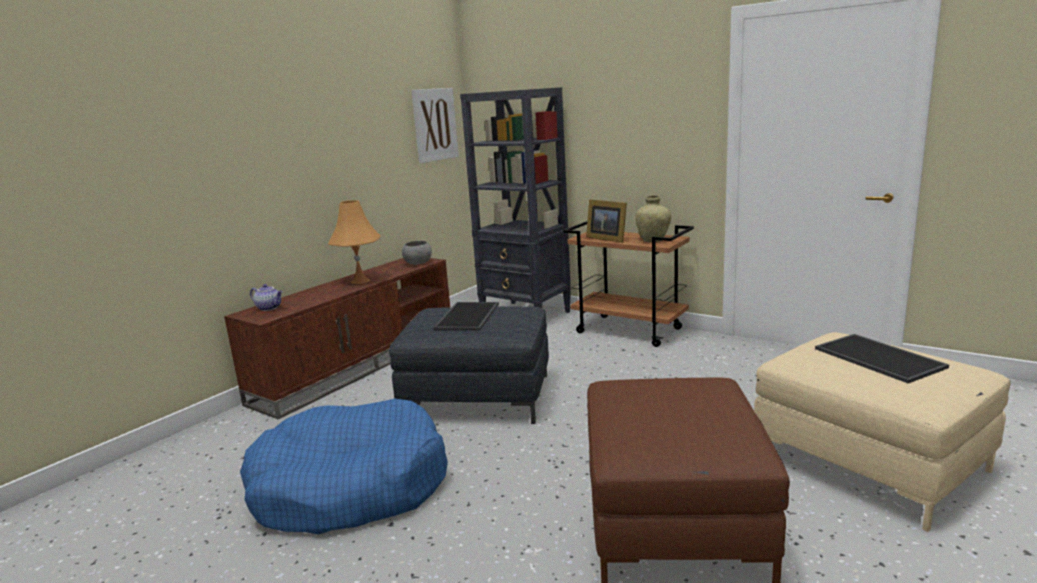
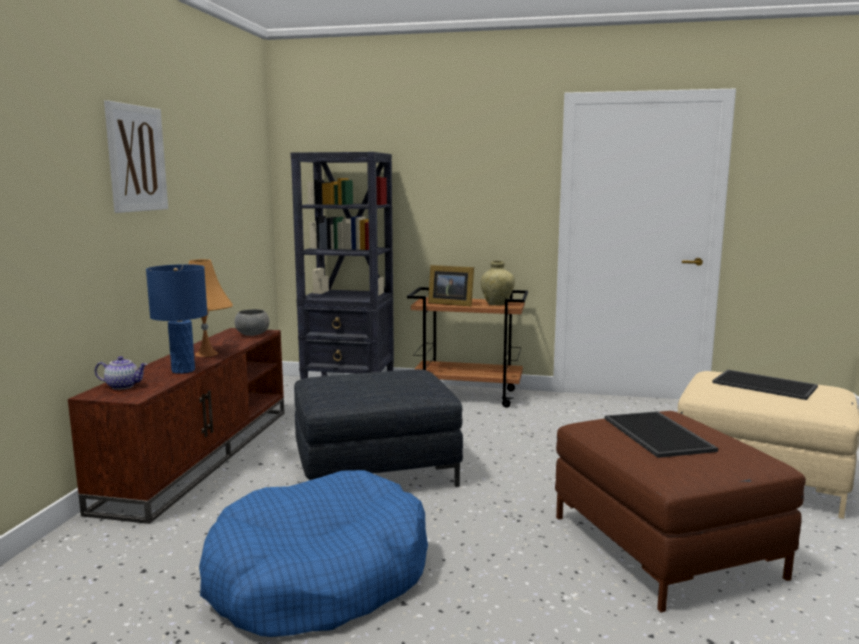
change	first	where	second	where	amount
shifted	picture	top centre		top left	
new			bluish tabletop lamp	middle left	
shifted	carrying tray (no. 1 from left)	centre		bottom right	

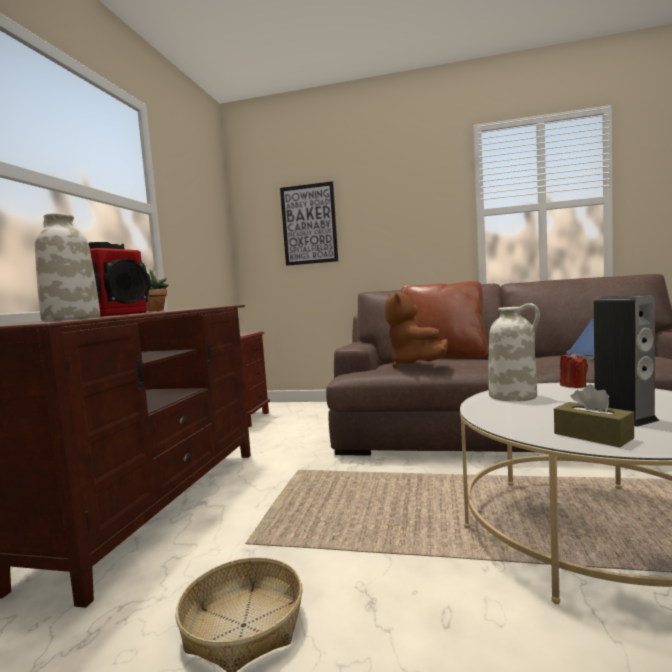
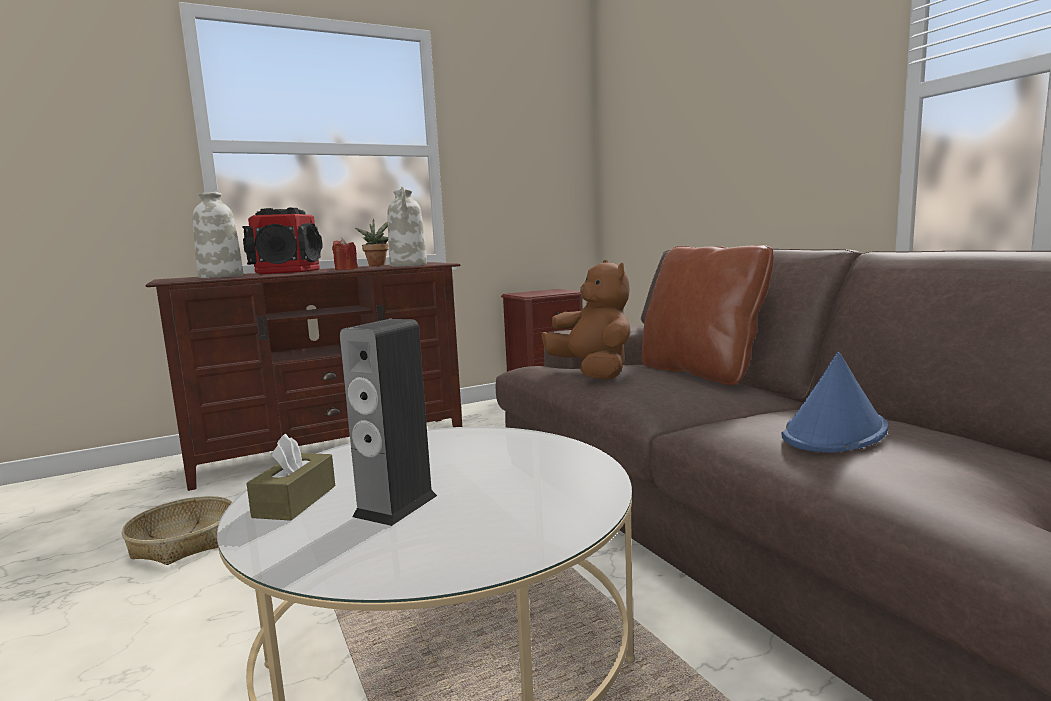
change	first	where	second	where	amount
shifted	reddish wax light	middle right		middle left	
shifted	white-coloured decorative vase (no. 2 from left)	middle right		top centre	
rotated	brown soft toy	centre		centre	120 degrees clockwise
gone	picture	top centre			

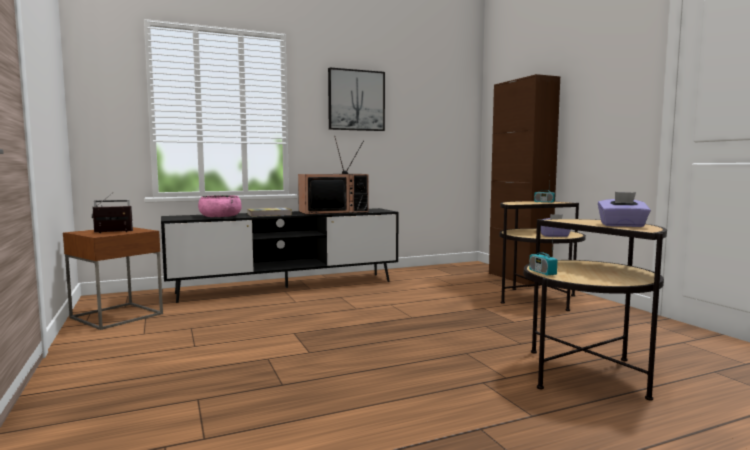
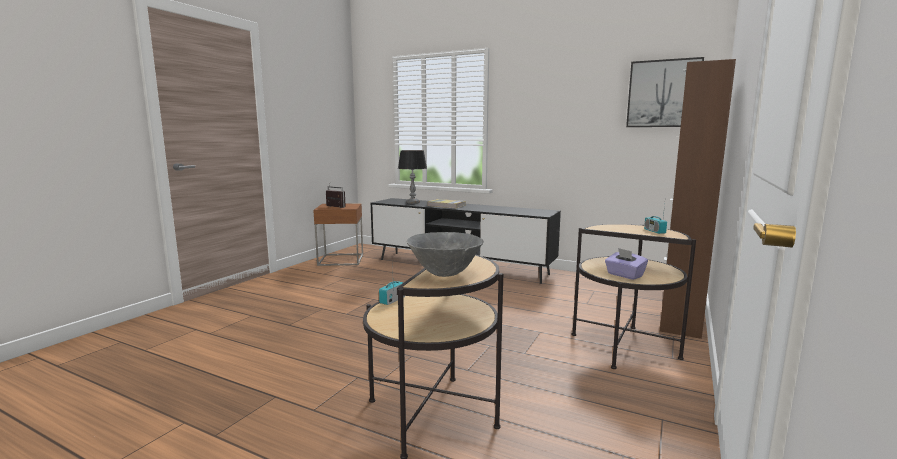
change	first	where	second	where	amount
swapped	pinkish deep dish	middle left	tabletop lamp	centre	
swapped	purple box of tissues (no. 2 from left)	middle right	greyish deep dish	centre	
shifted	picture	top centre		top right	
gone	television	centre			

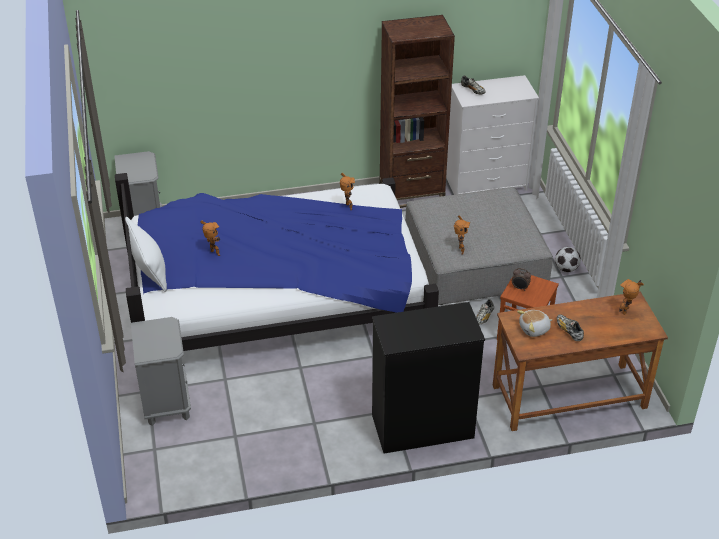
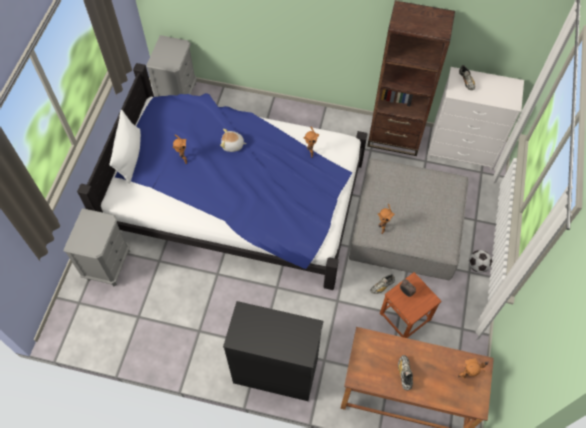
change	first	where	second	where	amount
shifted	soft toy	middle right		top centre	

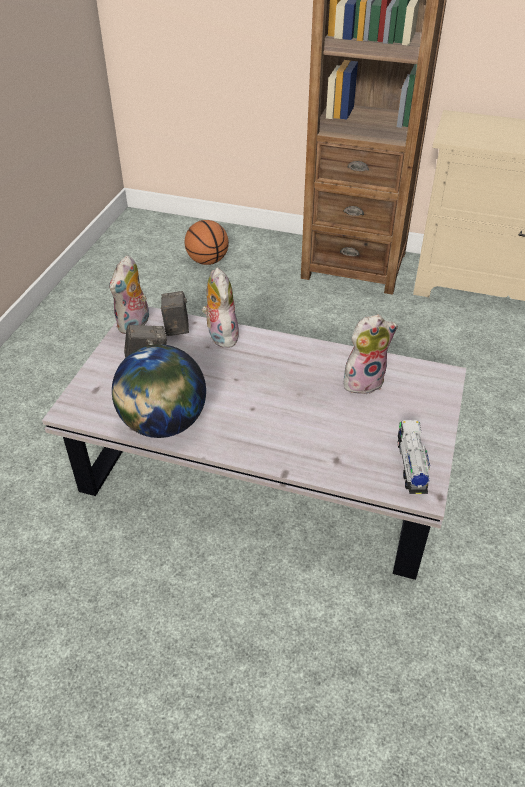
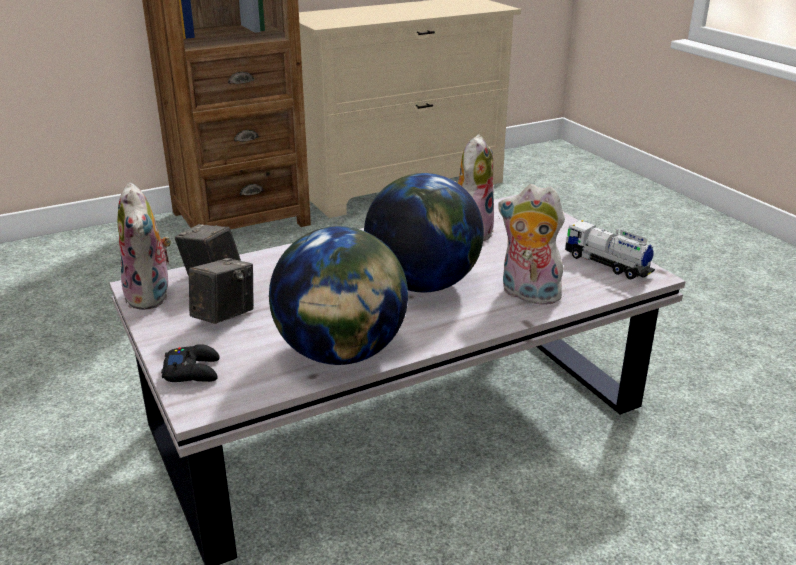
change	first	where	second	where	amount
new			black-coloured joypad	middle left	
new			world globe (no. 2 from left)	centre	
shifted	soft toy (no. 2 from left in the first image)	centre	soft toy (no. 3 from left)	middle right	
gone	basketball	top centre			

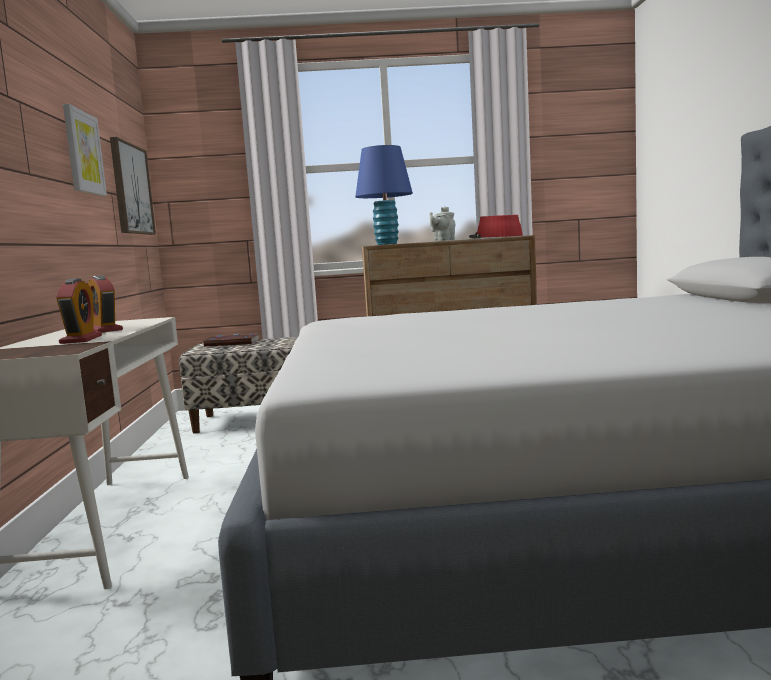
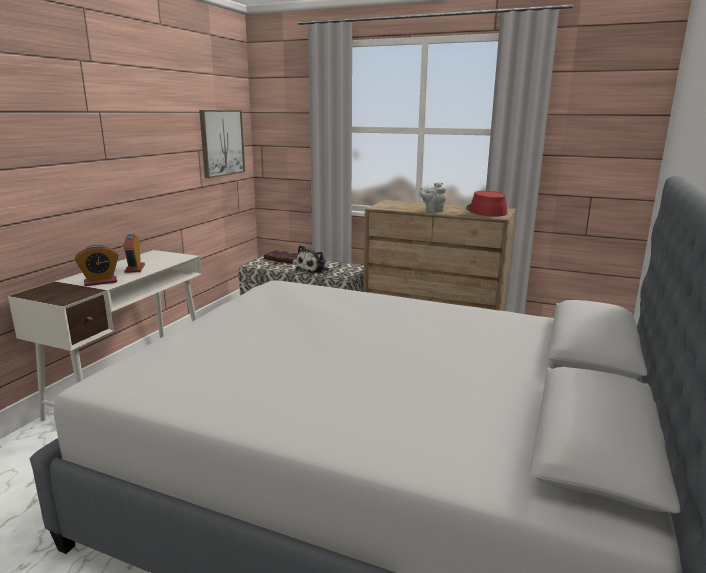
change	first	where	second	where	amount
rotated	bedside clock (no. 1 from left)	middle left		middle left	45 degrees clockwise
new			soft toy	centre	
gone	picture (no. 1 from left)	top left			
gone	bluish tabletop lamp	top centre			

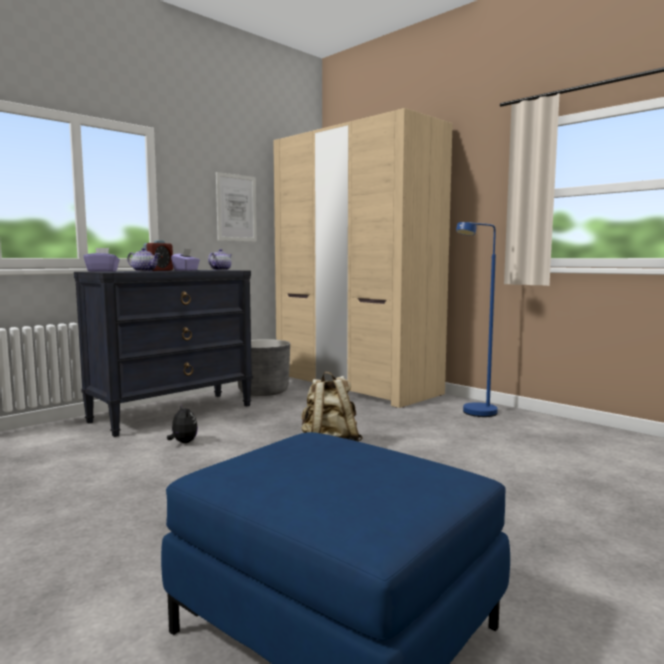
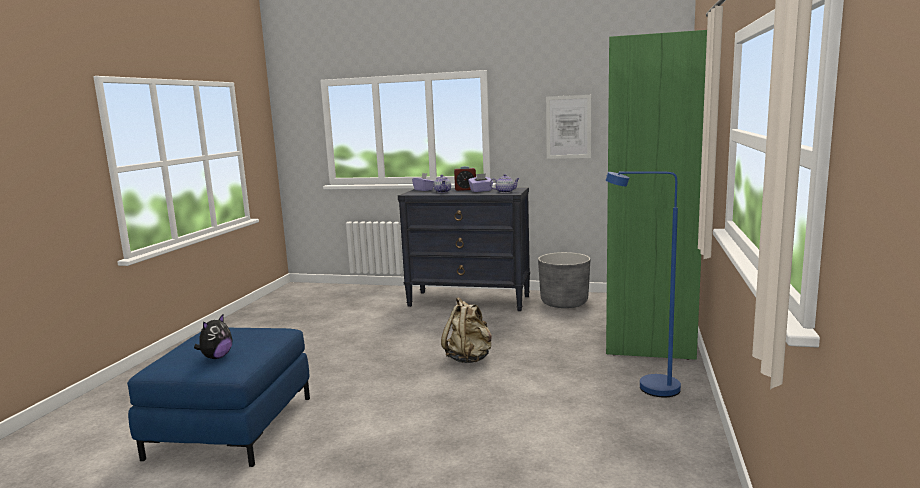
change	first	where	second	where	amount
shifted	soft toy	middle left		bottom left	
repainted	sand-coloured wardrobe	centre	greenish wardrobe	middle right	

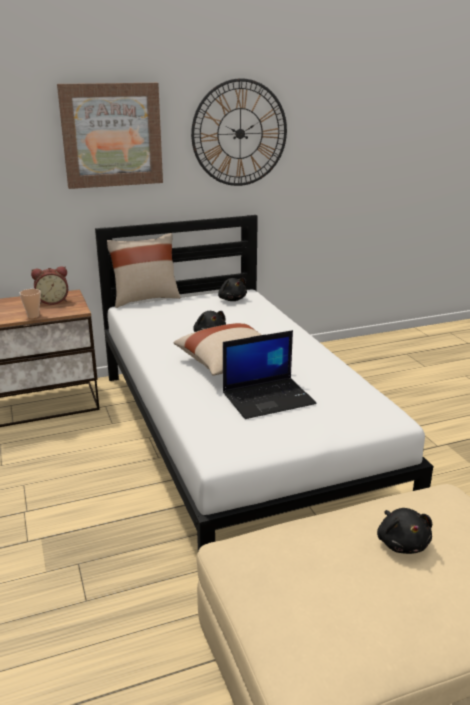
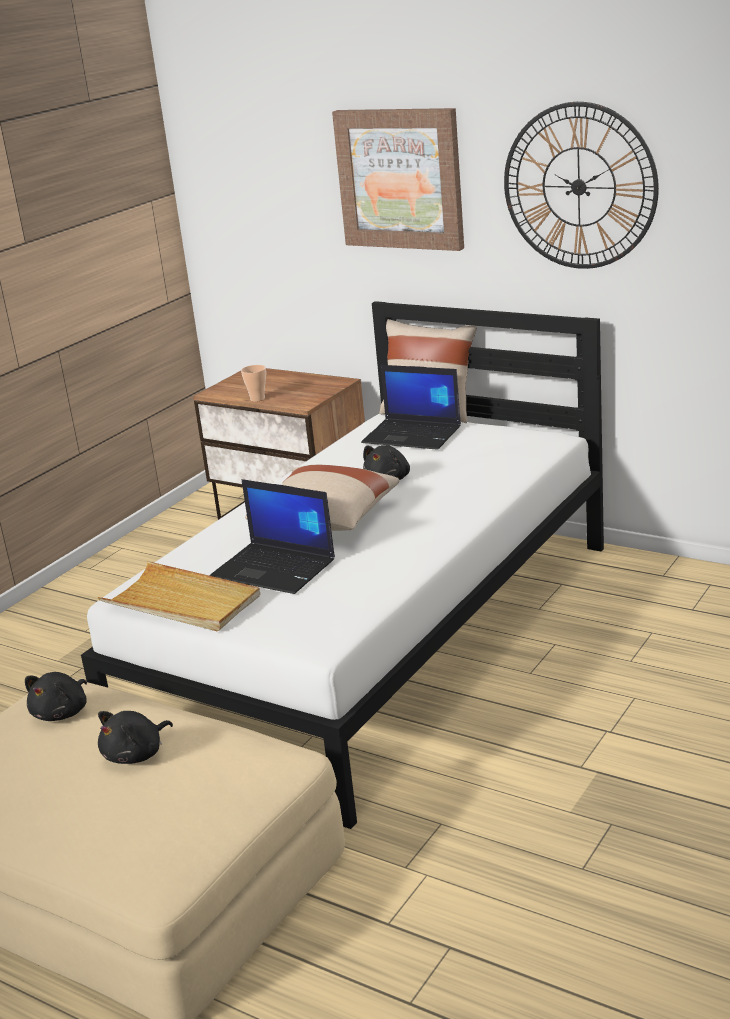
change	first	where	second	where	amount
shifted	black-coloured soft toy (no. 2 from left in the first image)	centre	black-coloured soft toy (no. 1 from left)	bottom left	
new			sand-coloured carrying tray	middle left	
new			portable computer (no. 2 from left)	centre	
gone	bedside clock	middle left			

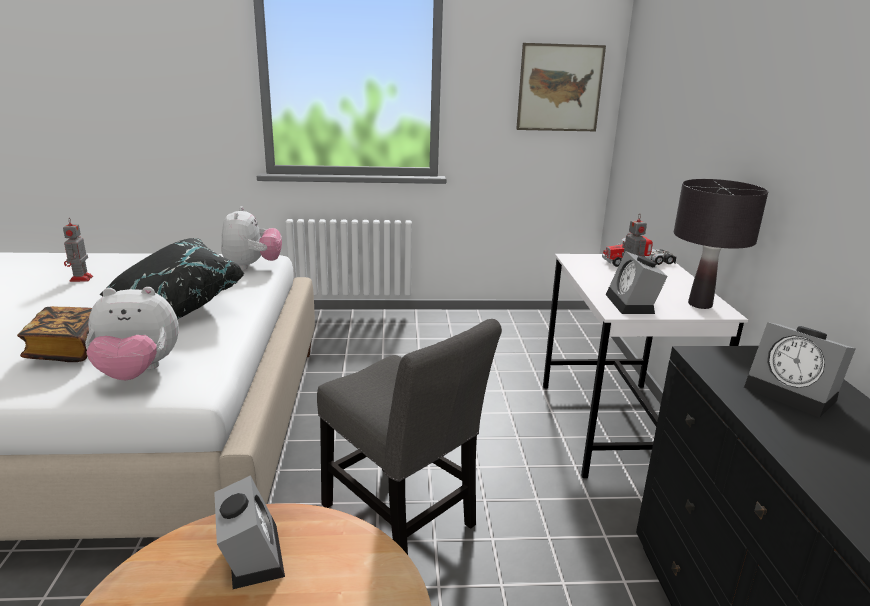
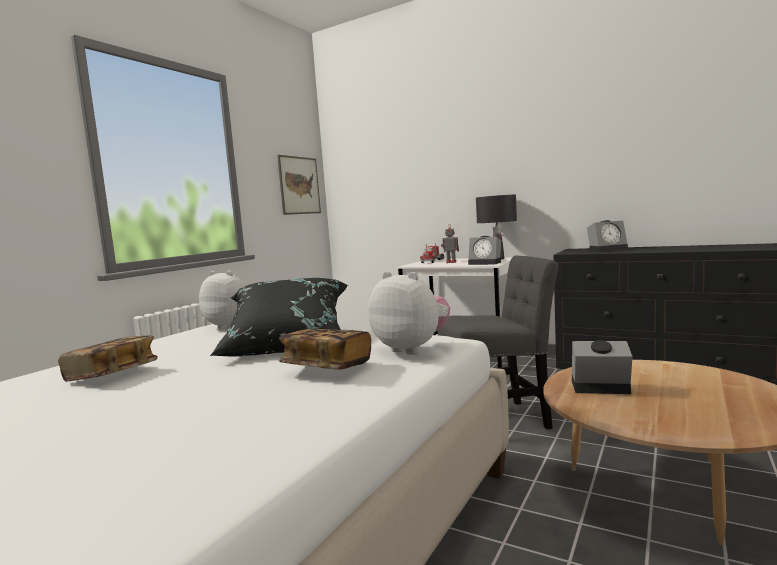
change	first	where	second	where	amount
swapped	model robot (no. 1 from left)	middle left	volume (no. 1 from left)	middle left	
rotated	soft toy (no. 1 from left in the first image)	middle left	soft toy (no. 2 from left)	centre	75 degrees counterclockwise

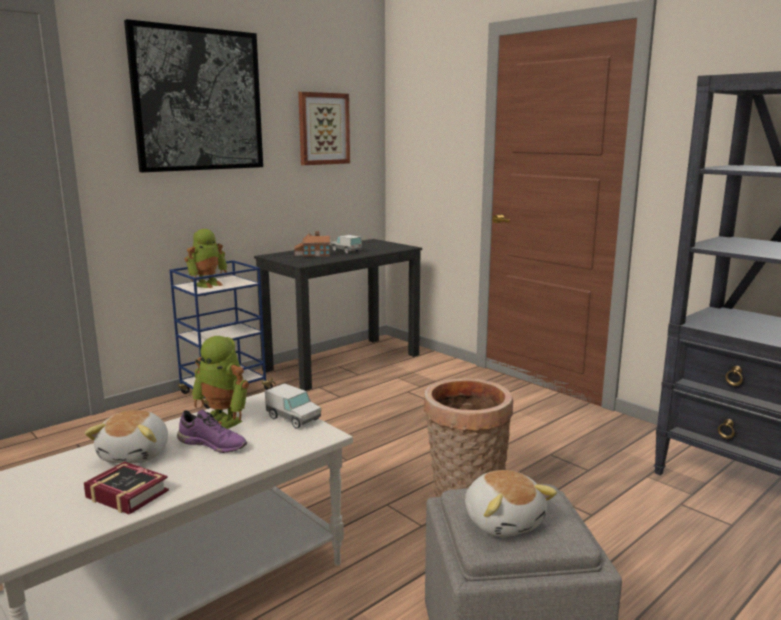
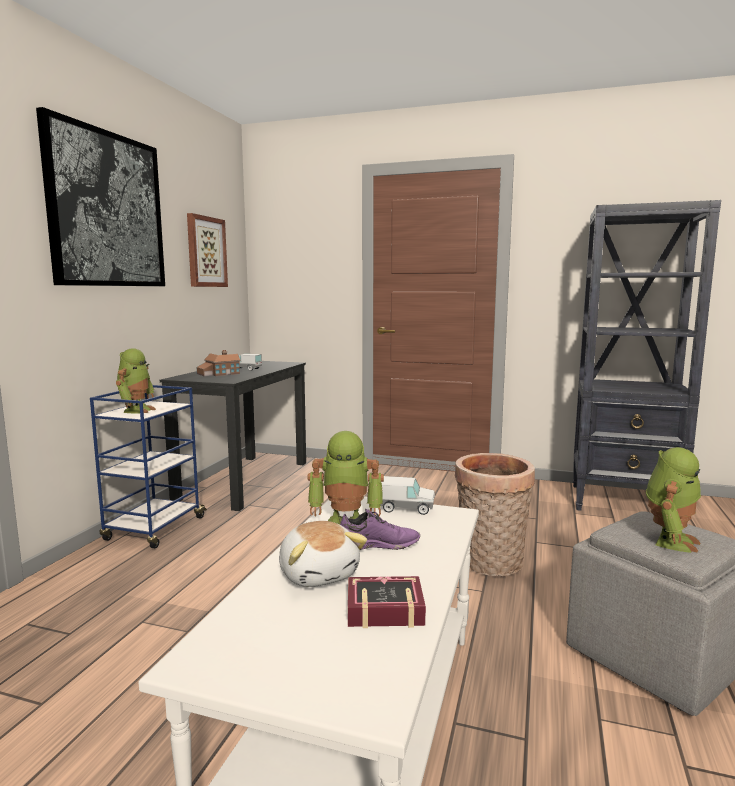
change	first	where	second	where	amount
swapped	soft toy (no. 2 from left)	bottom centre	model robot (no. 3 from left)	middle right	

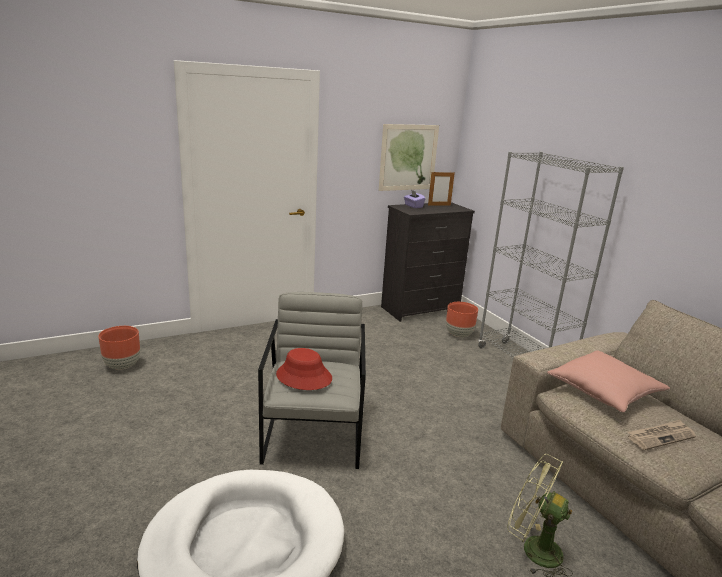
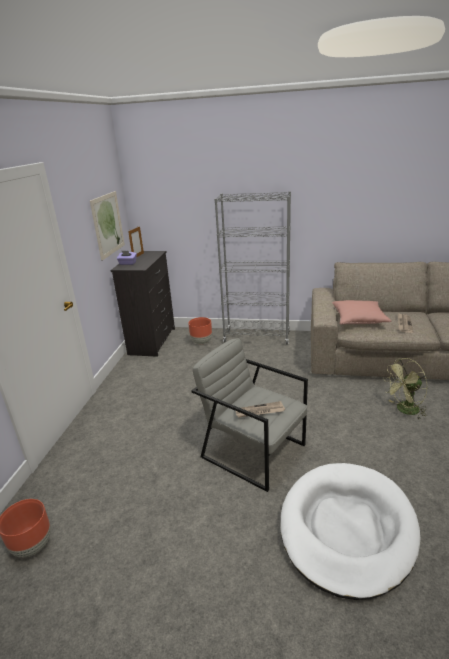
change	first	where	second	where	amount
swapped	reddish clothing hat	centre	printed paper (no. 1 from left)	centre	

